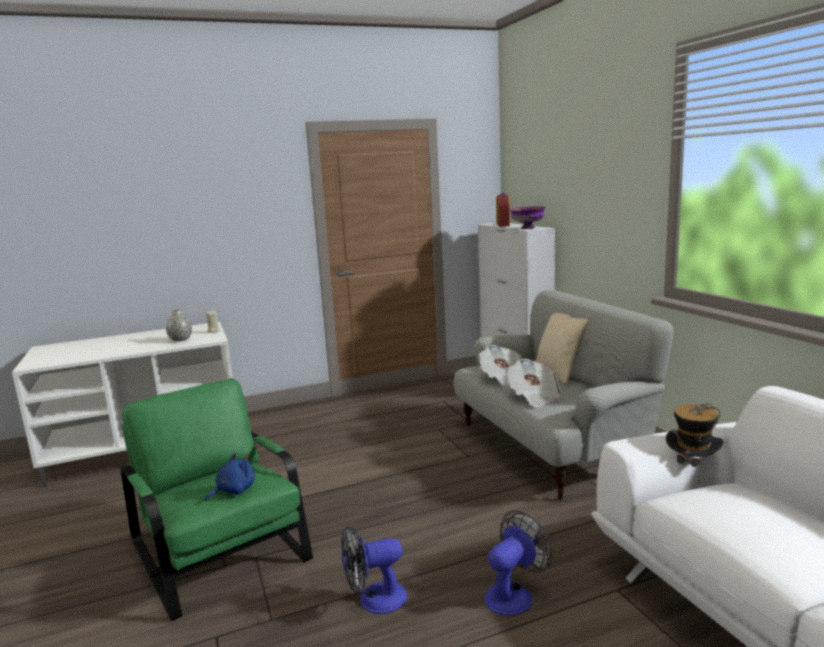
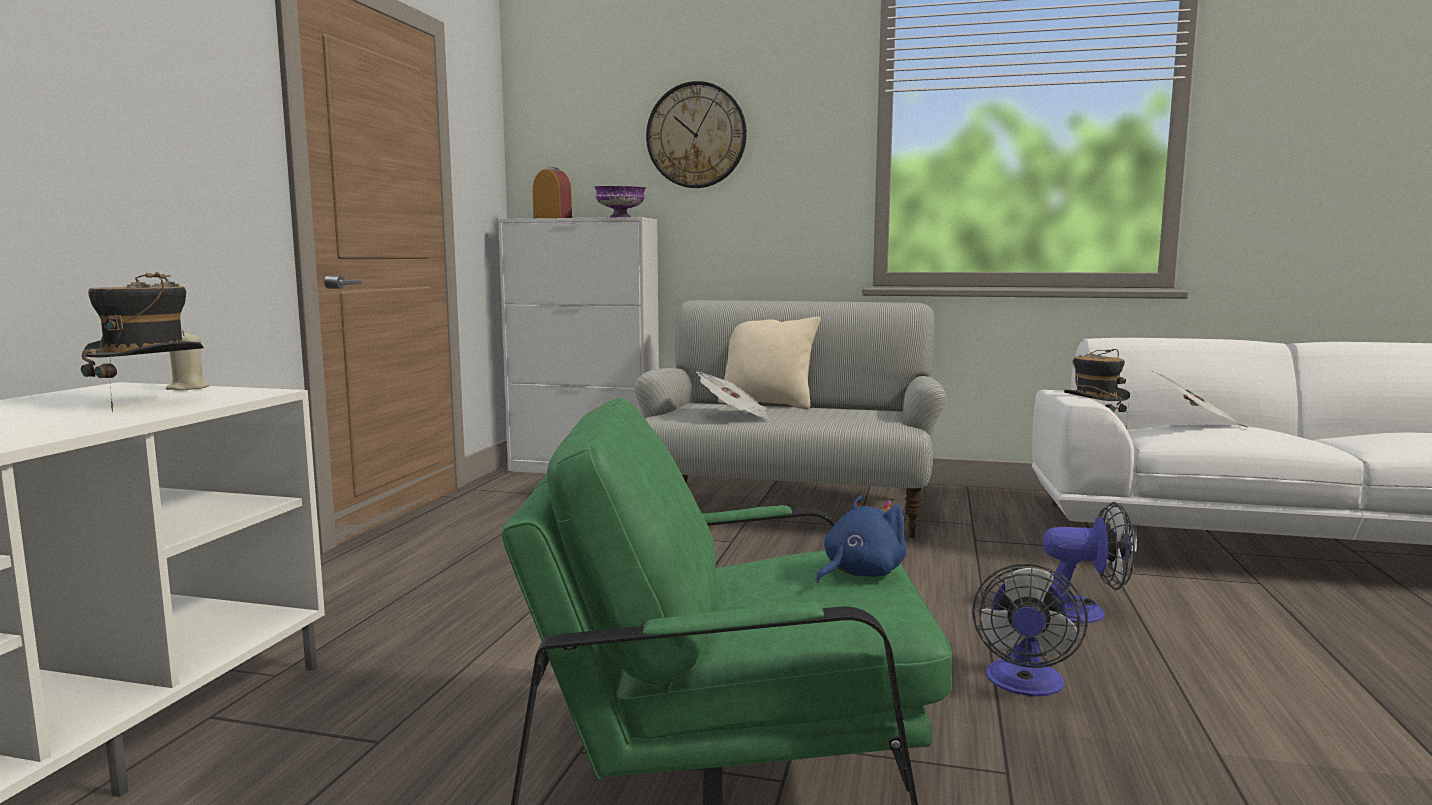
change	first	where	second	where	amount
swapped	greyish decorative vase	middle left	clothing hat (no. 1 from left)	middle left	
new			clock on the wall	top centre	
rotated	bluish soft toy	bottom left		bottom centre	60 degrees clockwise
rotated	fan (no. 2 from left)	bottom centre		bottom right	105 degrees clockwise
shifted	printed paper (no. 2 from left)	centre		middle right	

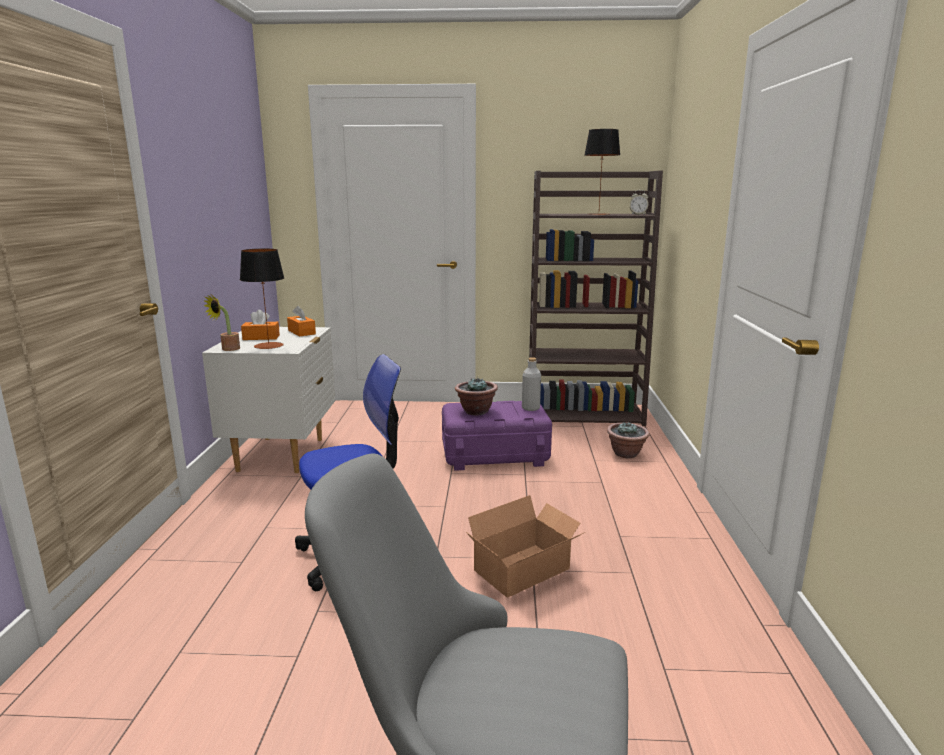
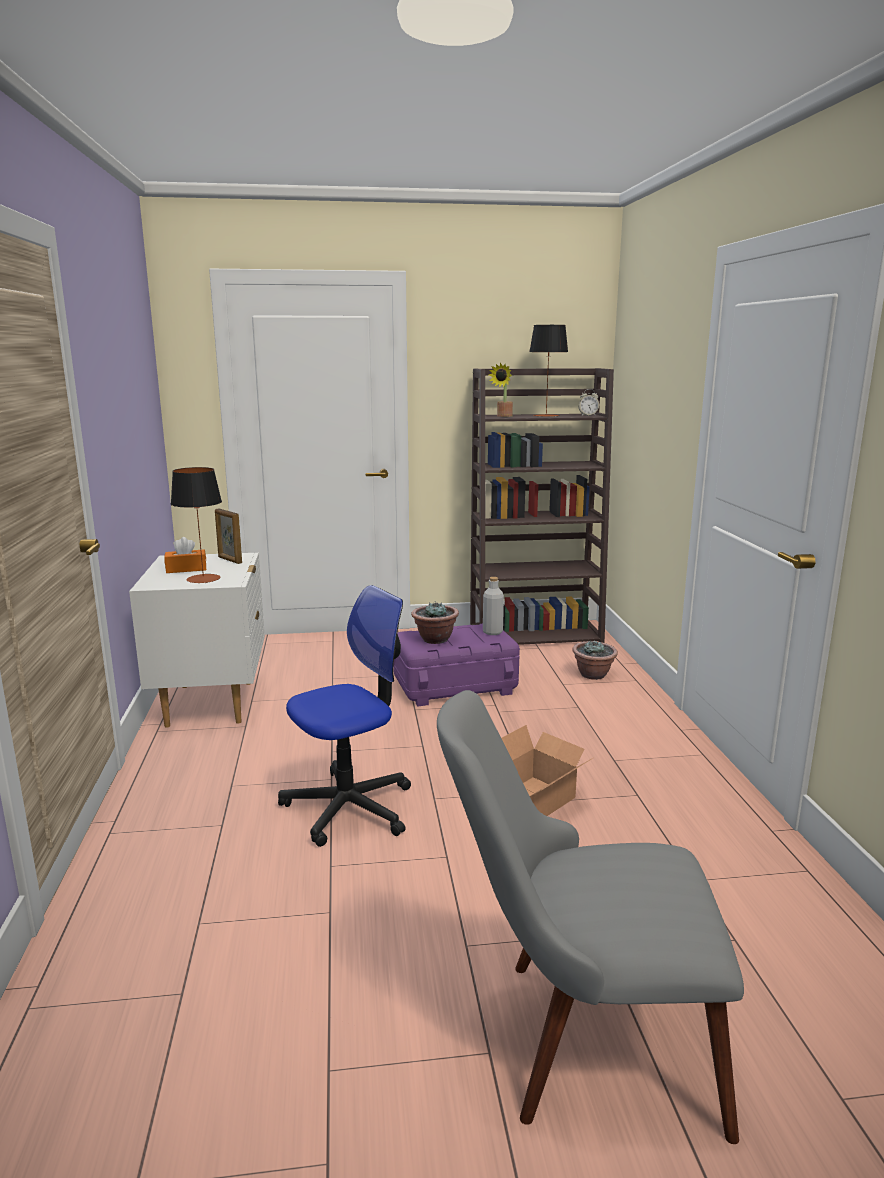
change	first	where	second	where	amount
swapped	orange box of tissues (no. 2 from left)	middle left	photo frame	middle left	
shifted	houseplant (no. 1 from left in the first image)	middle left	houseplant (no. 2 from left)	top centre	

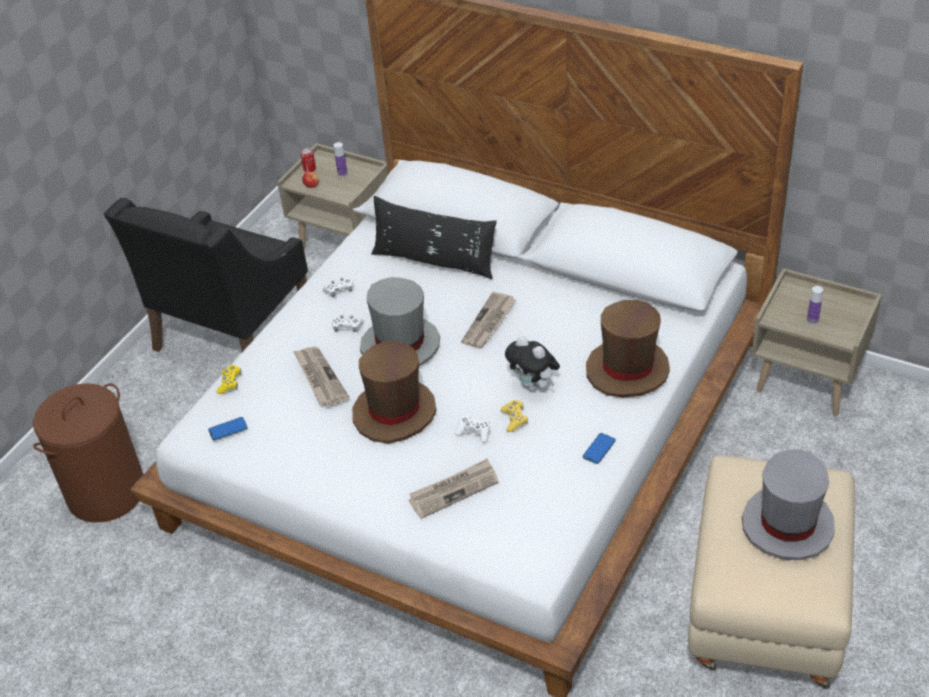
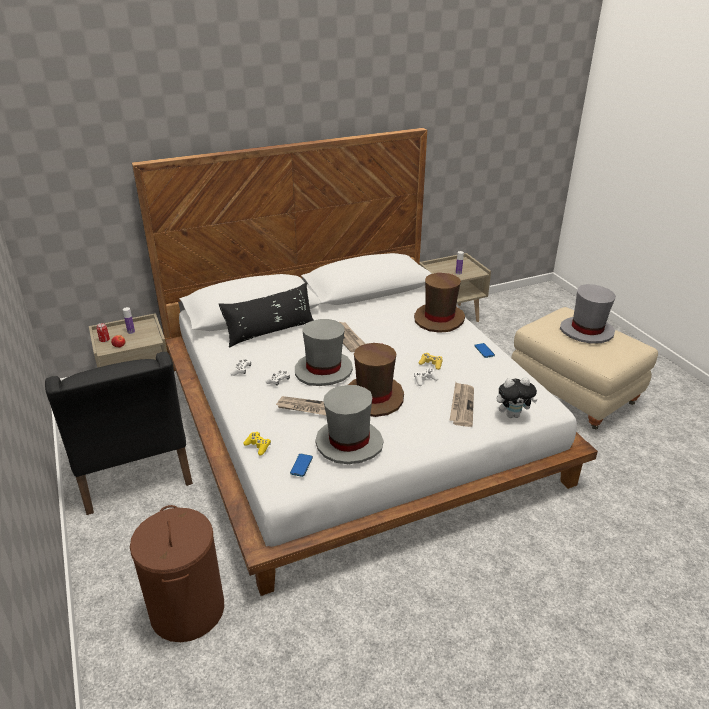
change	first	where	second	where	amount
new			greyish clothing hat (no. 2 from left)	centre	
shifted	soft toy	centre		middle right	

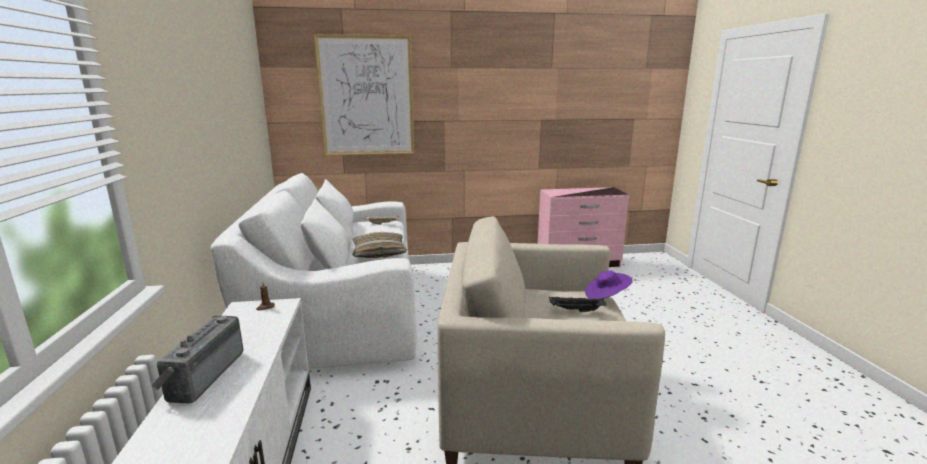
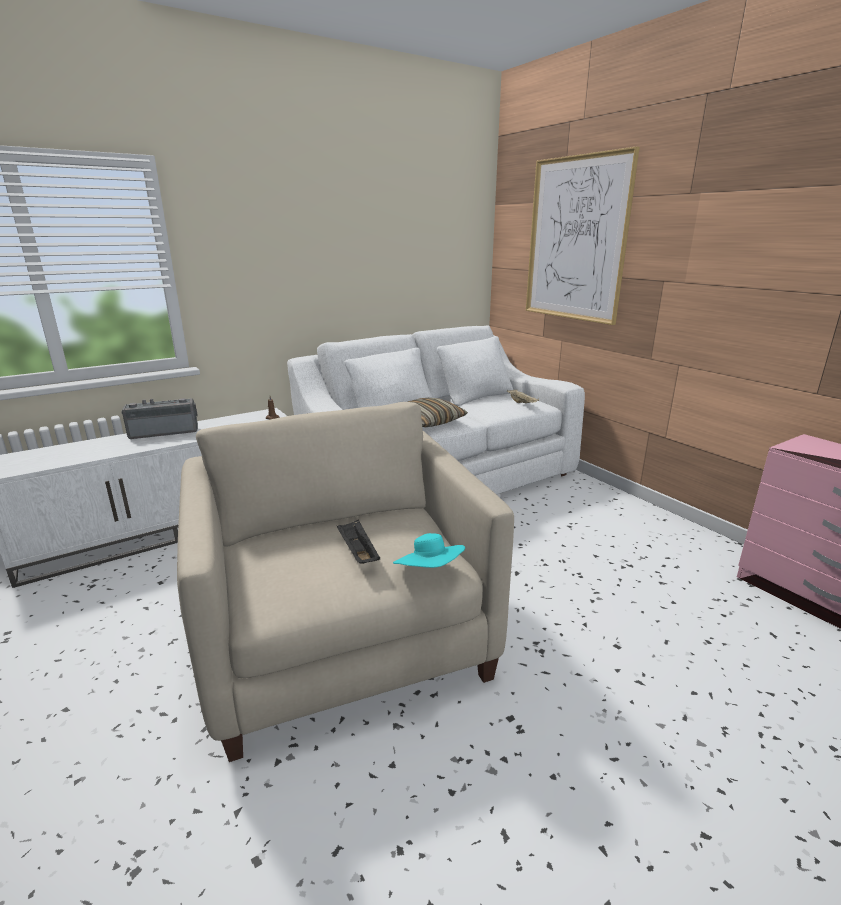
change	first	where	second	where	amount
repainted	purple clothing hat	centre	blue-green clothing hat	centre	

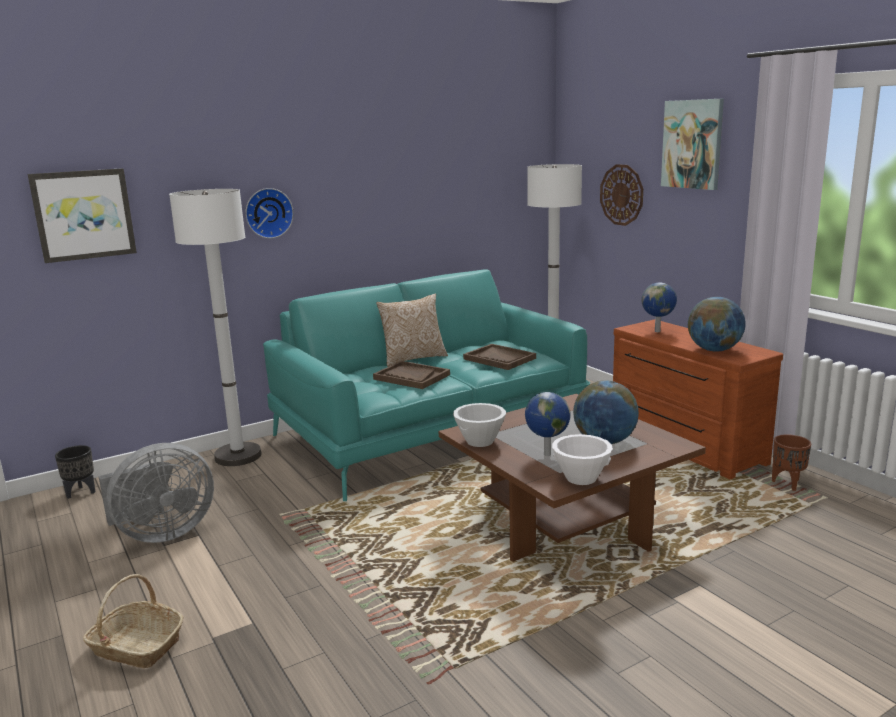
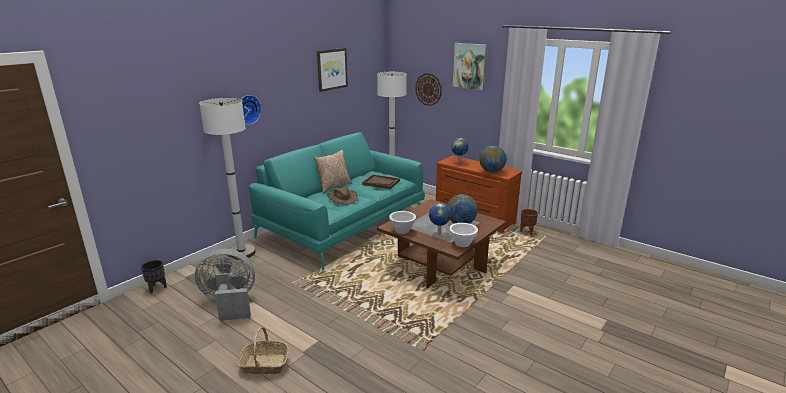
change	first	where	second	where	amount
rotated	greyish fan	bottom left		bottom left	135 degrees counterclockwise
shifted	picture (no. 1 from left)	top left		top centre	
swapped	brown carrying tray (no. 1 from left)	centre	brown clothing hat	centre	

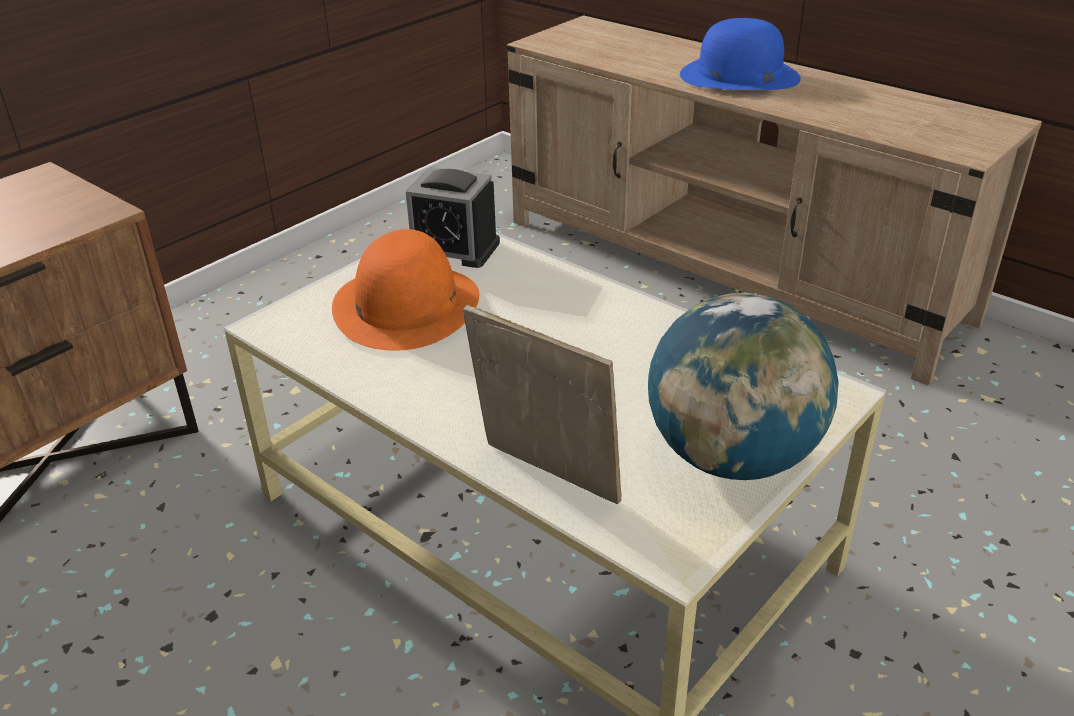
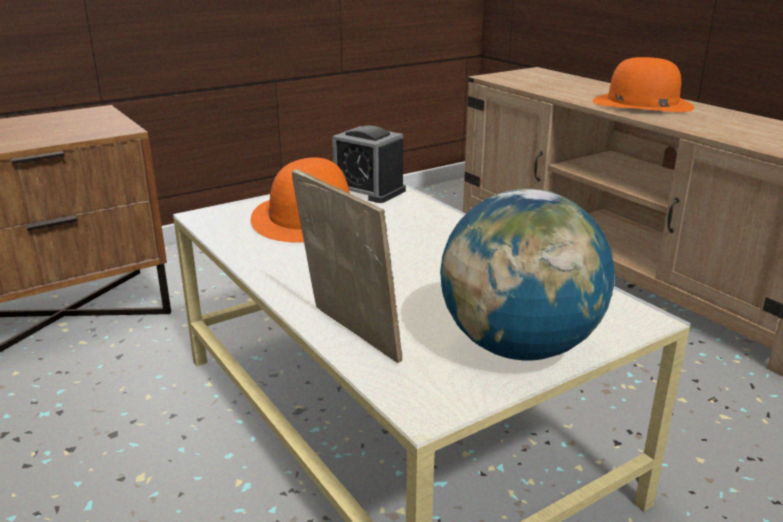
change	first	where	second	where	amount
repainted	bluish clothing hat	top right	orange clothing hat (no. 2 from left)	top right	

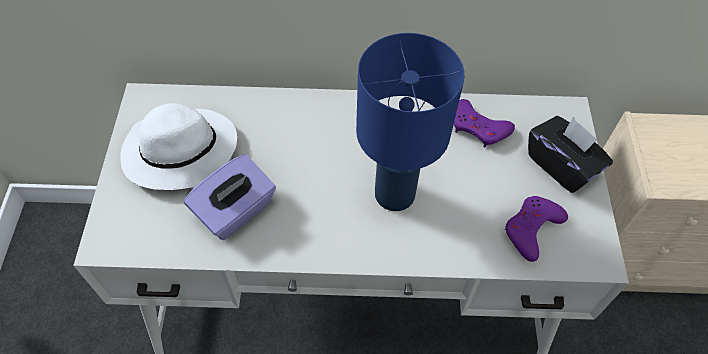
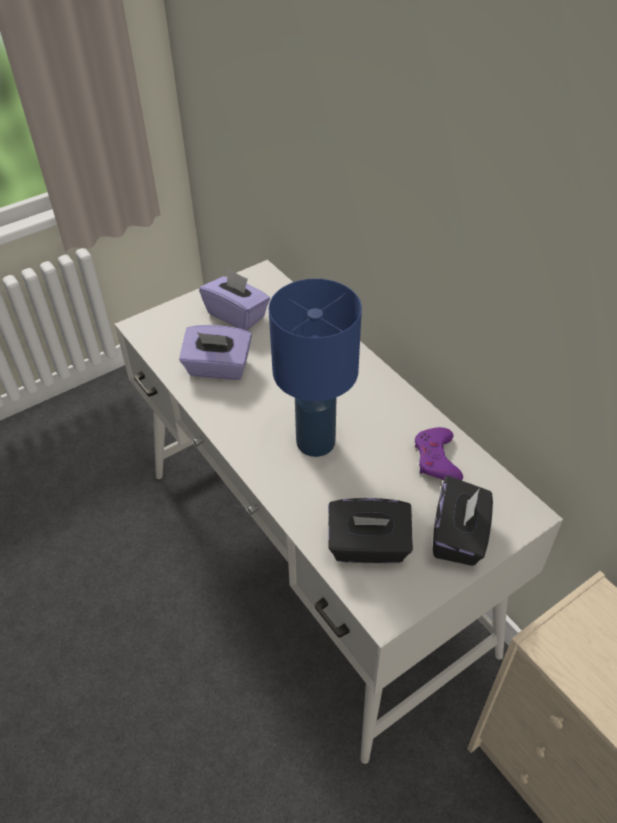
change	first	where	second	where	amount
swapped	white-coloured clothing hat	middle left	purple box of tissues (no. 2 from left)	centre	
swapped	purple joypad (no. 2 from left)	middle right	black-coloured box of tissues (no. 1 from left)	centre	

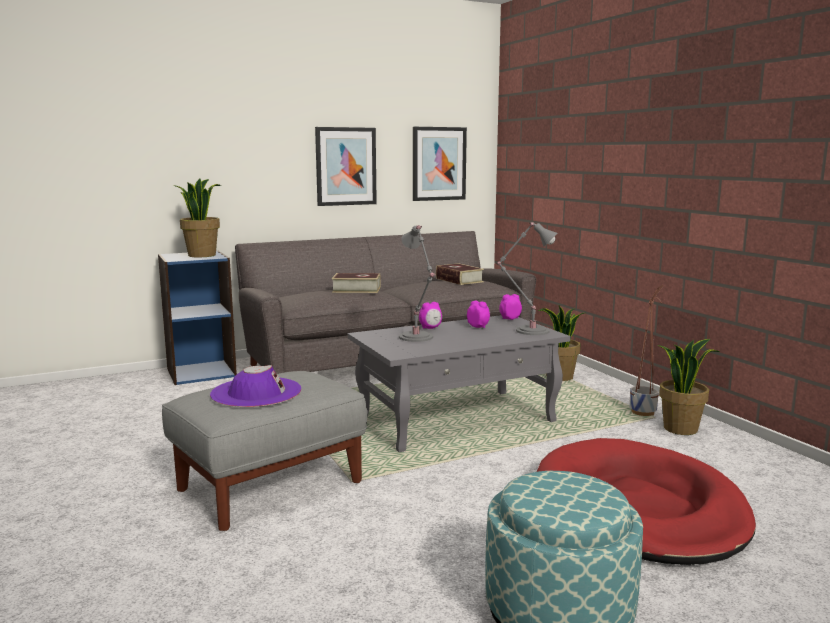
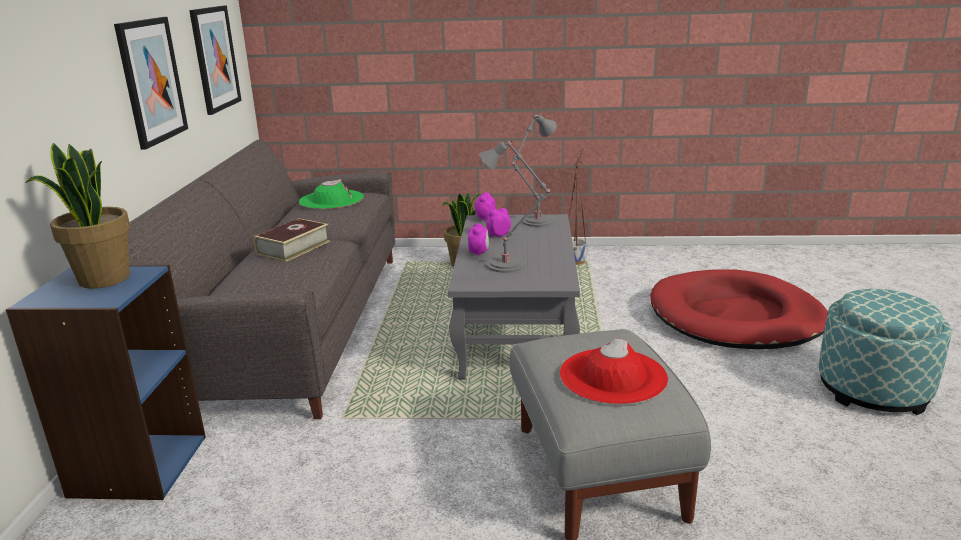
change	first	where	second	where	amount
swapped	volume (no. 2 from left)	centre	greenish clothing hat	centre	
repainted	purple clothing hat	middle left	reddish clothing hat	bottom centre	
gone	houseplant (no. 3 from left)	middle right			

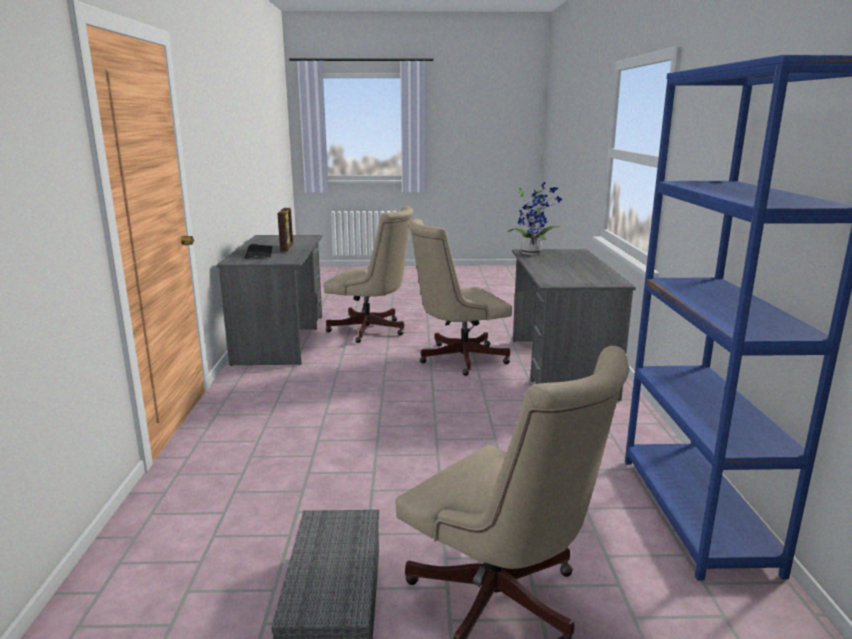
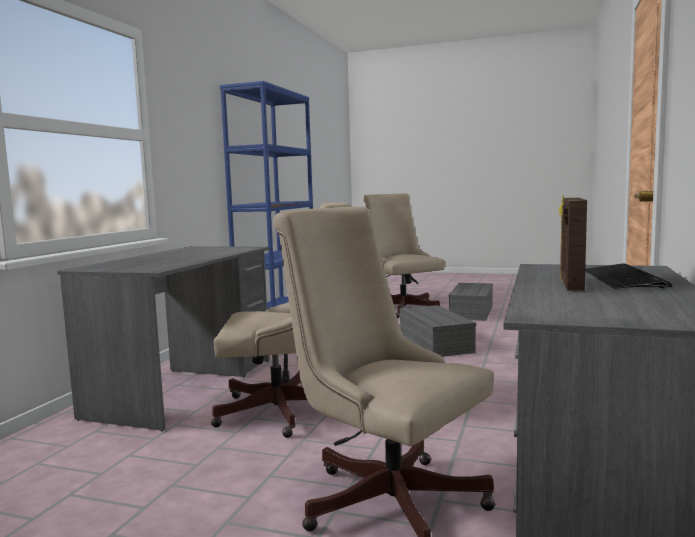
change	first	where	second	where	amount
new			greyish storage box (no. 1 from left)	centre	
gone	houseplant	centre			

